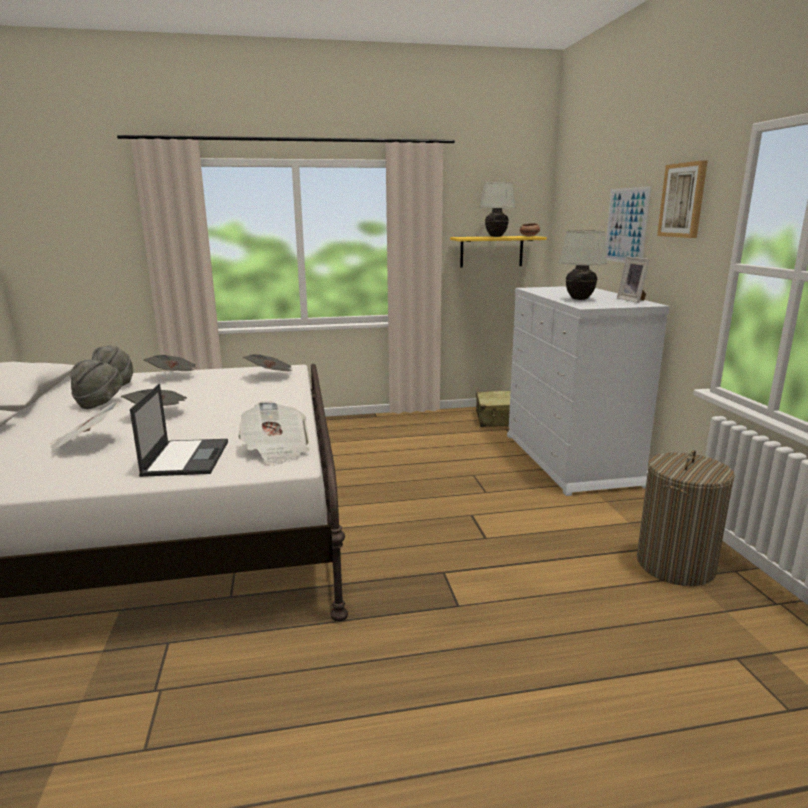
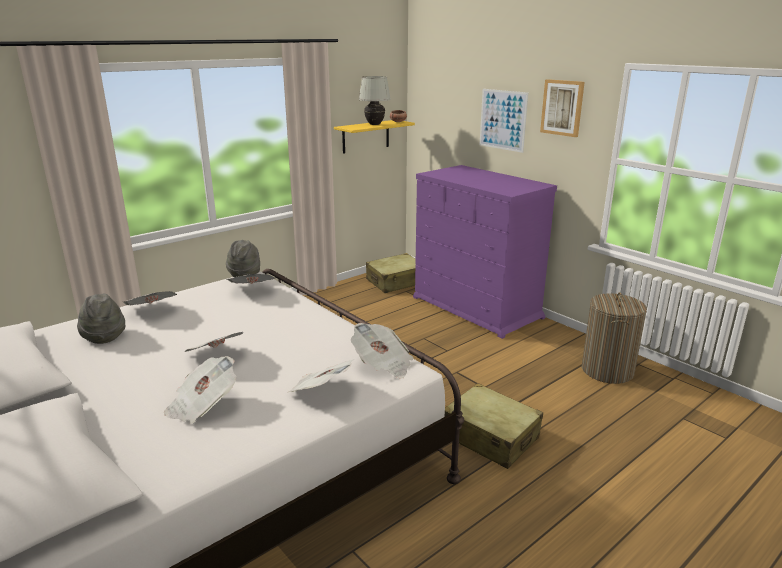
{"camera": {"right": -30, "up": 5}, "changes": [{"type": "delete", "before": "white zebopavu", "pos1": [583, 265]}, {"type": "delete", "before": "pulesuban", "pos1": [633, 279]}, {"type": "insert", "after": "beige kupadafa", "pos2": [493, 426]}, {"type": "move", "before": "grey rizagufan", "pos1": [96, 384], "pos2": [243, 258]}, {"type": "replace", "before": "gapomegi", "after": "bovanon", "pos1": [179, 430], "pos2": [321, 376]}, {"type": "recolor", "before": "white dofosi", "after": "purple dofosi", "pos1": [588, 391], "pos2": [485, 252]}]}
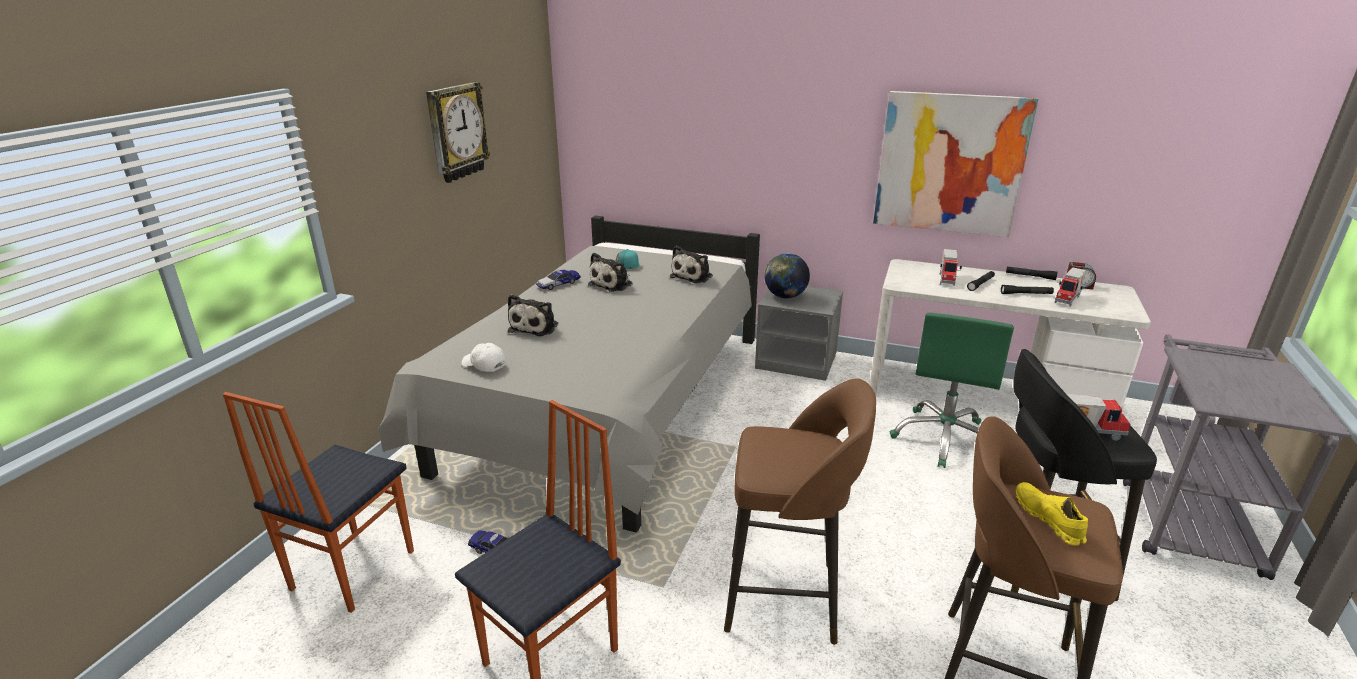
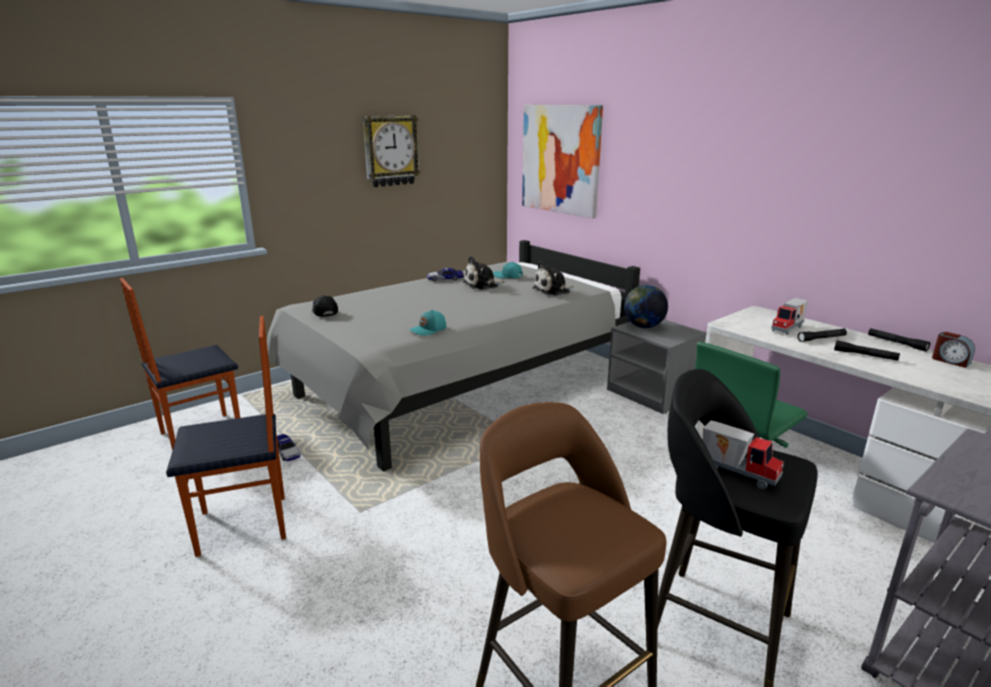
{"camera": {"right": 30, "up": -5}, "changes": [{"type": "delete", "before": "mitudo", "pos1": [533, 315]}, {"type": "delete", "before": "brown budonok", "pos1": [800, 511]}, {"type": "delete", "before": "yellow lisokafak", "pos1": [1052, 514]}, {"type": "delete", "before": "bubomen", "pos1": [1071, 287]}, {"type": "insert", "after": "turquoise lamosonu", "pos2": [428, 323]}, {"type": "move", "before": "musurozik", "pos1": [955, 164], "pos2": [562, 161]}, {"type": "recolor", "before": "white lamosonu", "after": "black lamosonu", "pos1": [484, 357], "pos2": [325, 306]}]}
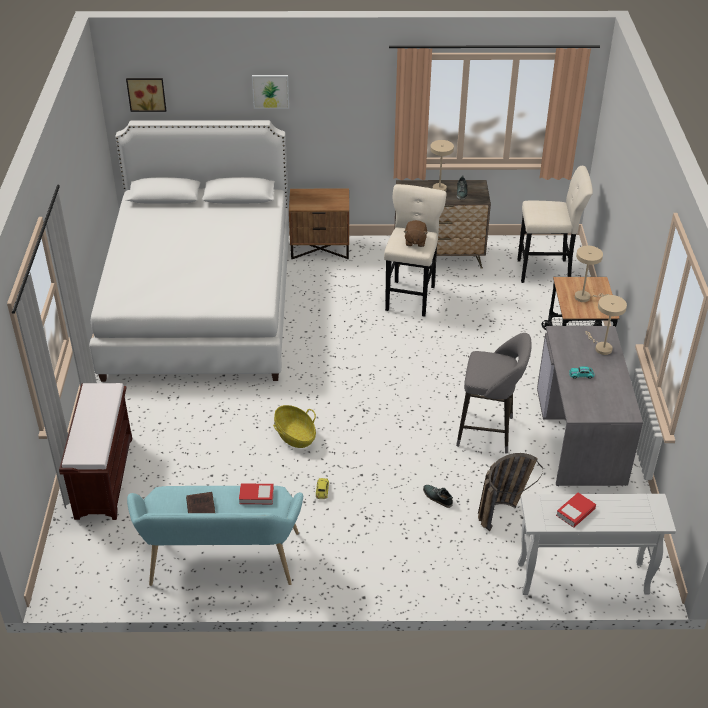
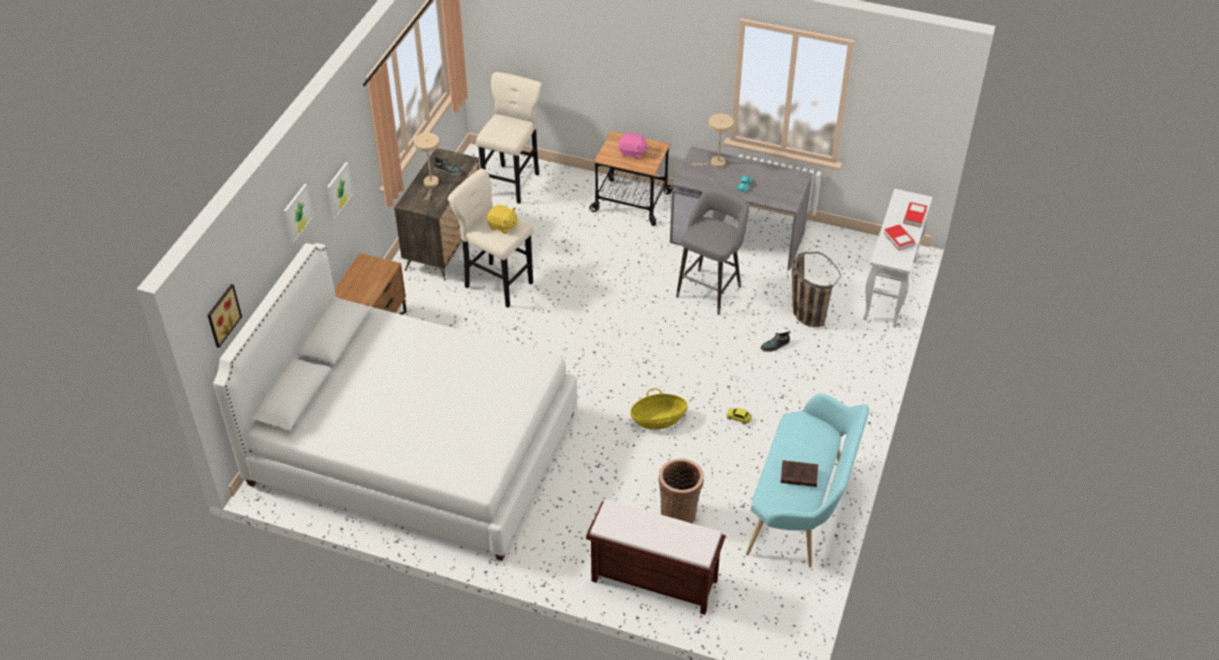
{"camera": {"right": -70, "up": 5}, "changes": [{"type": "insert", "after": "musurozik", "pos2": [340, 190]}, {"type": "insert", "after": "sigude", "pos2": [681, 490]}, {"type": "move", "before": "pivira", "pos1": [256, 493], "pos2": [915, 215]}, {"type": "replace", "before": "beige zebopavu", "after": "pink mitudo", "pos1": [592, 274], "pos2": [634, 146]}, {"type": "recolor", "before": "brown mitudo", "after": "yellow mitudo", "pos1": [416, 233], "pos2": [502, 219]}]}
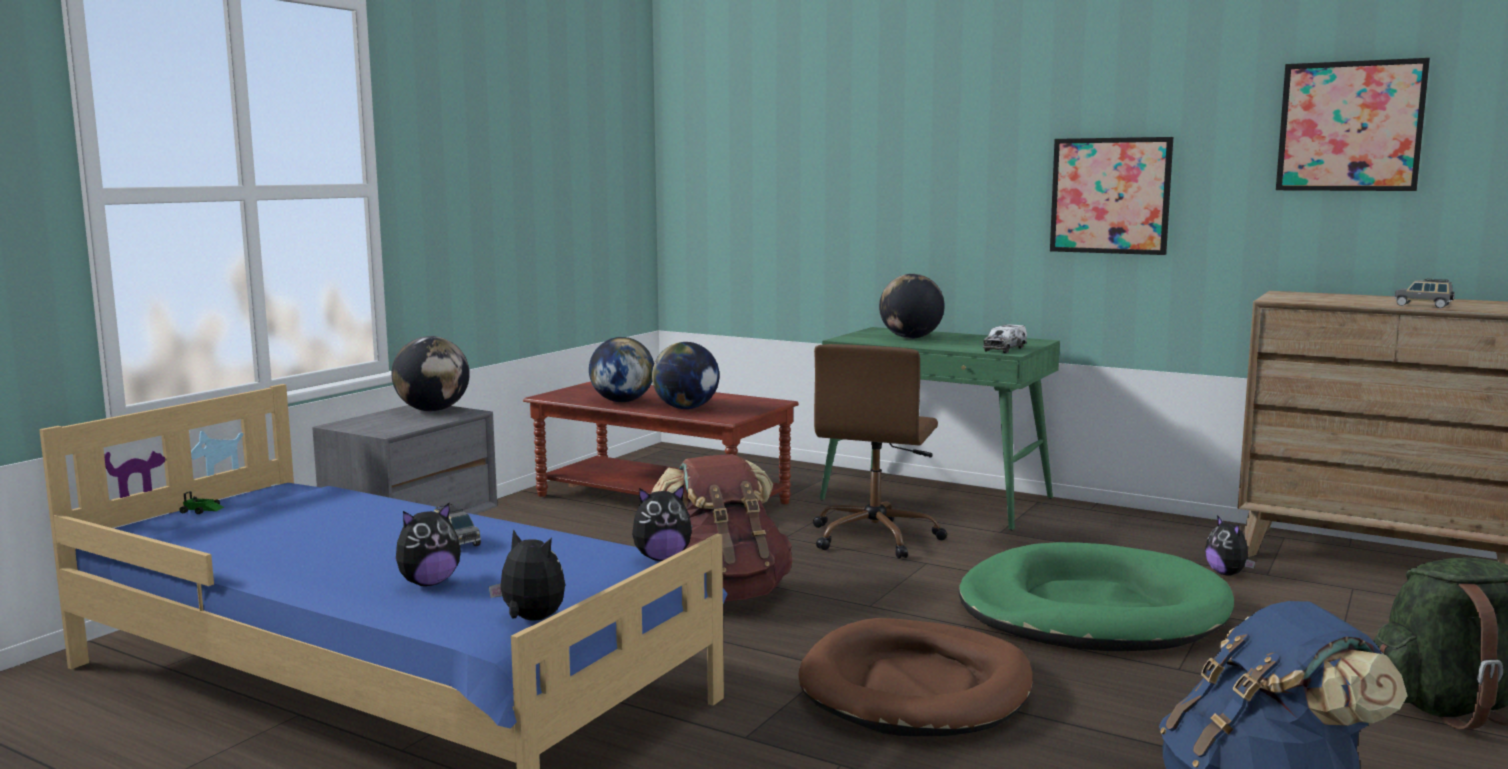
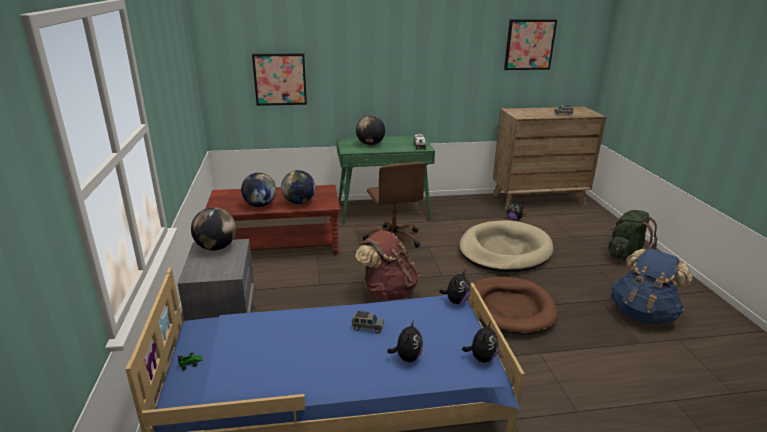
{"camera": {"right": -40, "up": 15}, "changes": [{"type": "move", "before": "musurozik", "pos1": [1111, 196], "pos2": [279, 79]}, {"type": "recolor", "before": "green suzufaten", "after": "beige suzufaten", "pos1": [1096, 596], "pos2": [506, 246]}, {"type": "rotate", "before": "mitudo", "pos1": [527, 574], "pos2": [480, 342], "turn": 120}]}
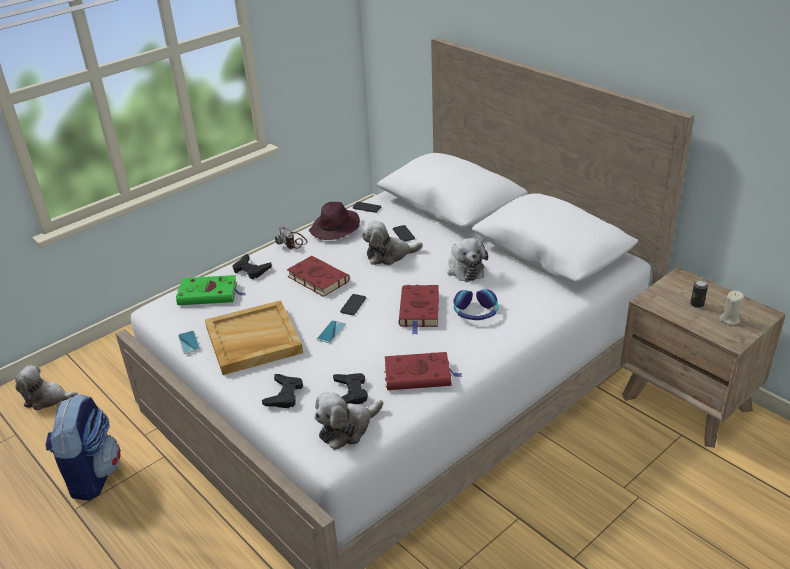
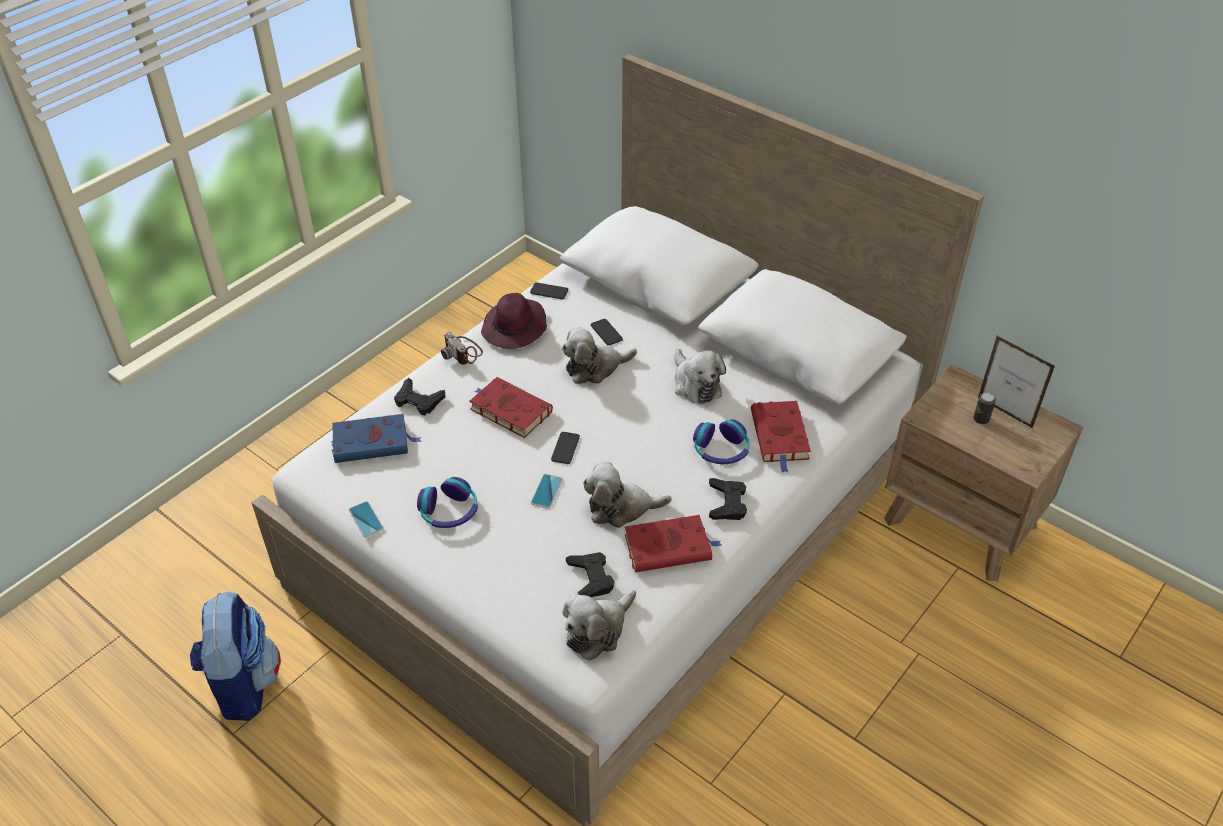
{"camera": {"right": -10, "up": 10}, "changes": [{"type": "delete", "before": "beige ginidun", "pos1": [731, 308]}, {"type": "insert", "after": "pulesuban", "pos2": [1016, 382]}, {"type": "move", "before": "mitudo", "pos1": [46, 388], "pos2": [627, 495]}, {"type": "move", "before": "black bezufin", "pos1": [282, 391], "pos2": [728, 499]}, {"type": "move", "before": "red pivira", "pos1": [419, 309], "pos2": [781, 437]}, {"type": "replace", "before": "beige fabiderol", "after": "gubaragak", "pos1": [254, 337], "pos2": [447, 502]}, {"type": "recolor", "before": "green pivira", "after": "blue pivira", "pos1": [211, 290], "pos2": [376, 438]}]}
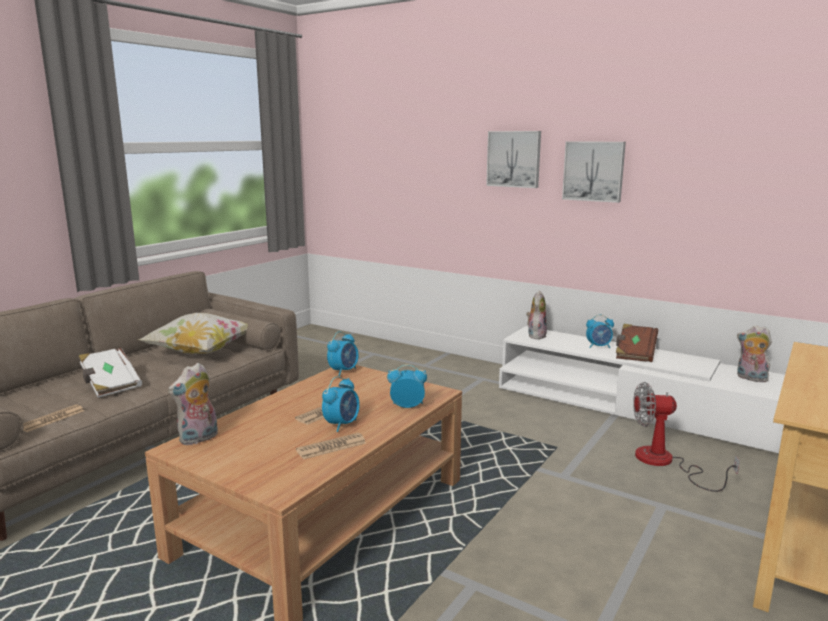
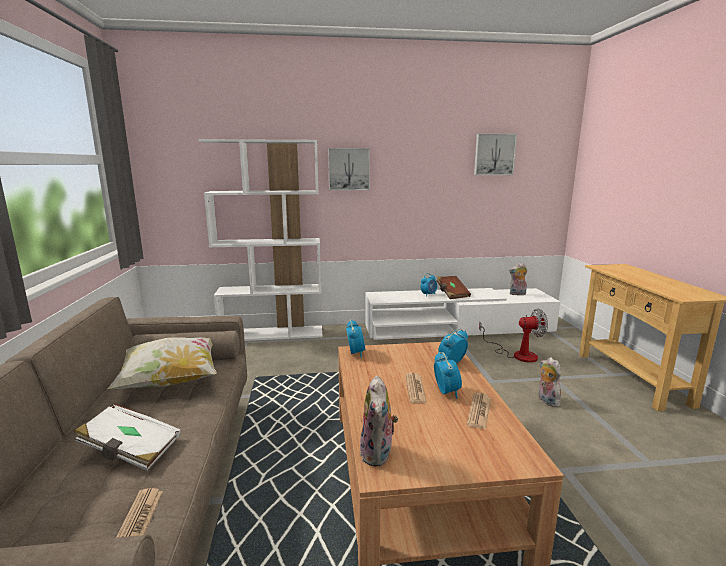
{"camera": {"right": -40, "up": 0}, "changes": [{"type": "insert", "after": "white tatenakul", "pos2": [260, 240]}, {"type": "move", "before": "mitudo", "pos1": [536, 314], "pos2": [550, 382]}, {"type": "move", "before": "musurozik", "pos1": [594, 172], "pos2": [495, 154]}, {"type": "rotate", "before": "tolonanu", "pos1": [686, 437], "pos2": [513, 336], "turn": -150}]}
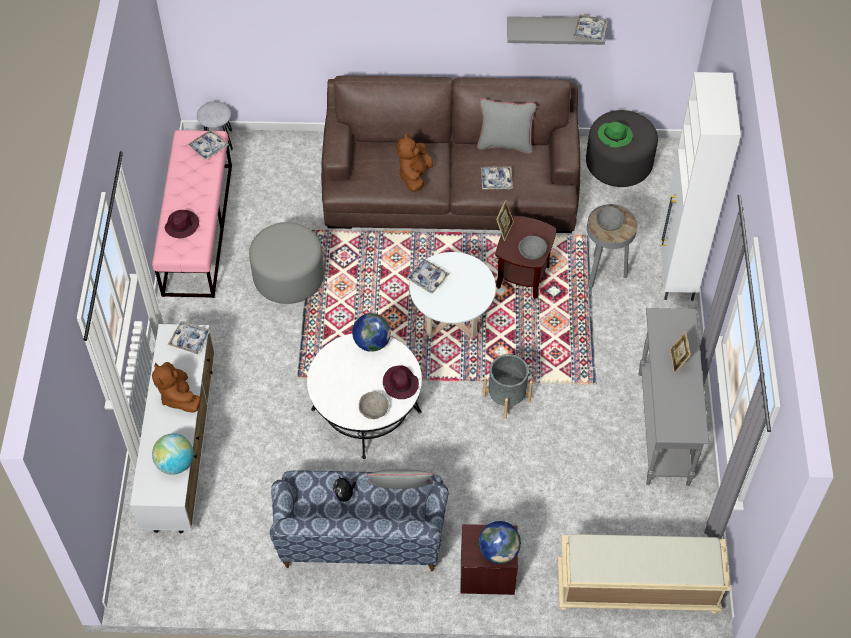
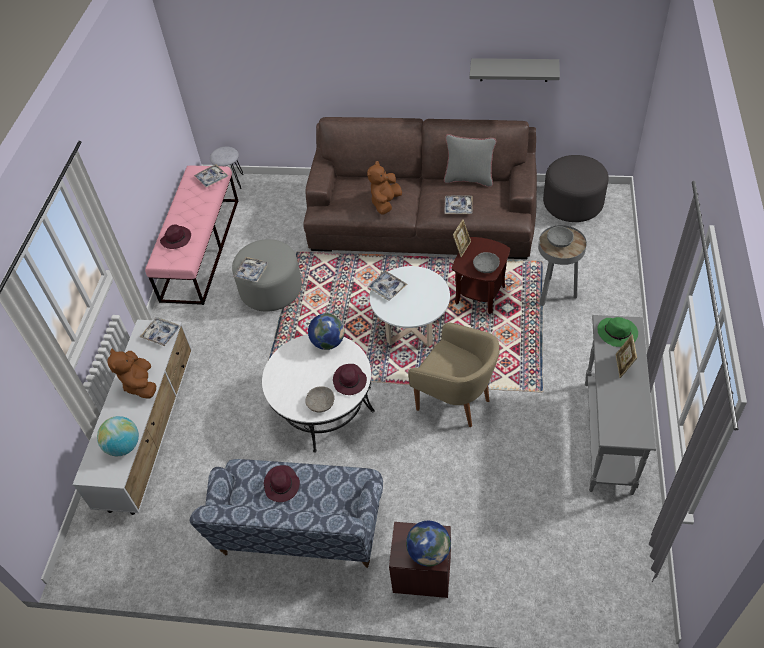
{"camera": {"right": 10, "up": -5}, "changes": [{"type": "delete", "before": "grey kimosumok", "pos1": [400, 479]}, {"type": "delete", "before": "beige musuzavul", "pos1": [644, 574]}, {"type": "delete", "before": "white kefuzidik", "pos1": [700, 186]}, {"type": "move", "before": "fabiderol", "pos1": [590, 27], "pos2": [251, 269]}, {"type": "move", "before": "green rizagufan", "pos1": [615, 134], "pos2": [617, 332]}, {"type": "replace", "before": "mitudo", "after": "purple rizagufan", "pos1": [344, 488], "pos2": [282, 483]}, {"type": "replace", "before": "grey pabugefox", "after": "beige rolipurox", "pos1": [508, 386], "pos2": [453, 374]}]}
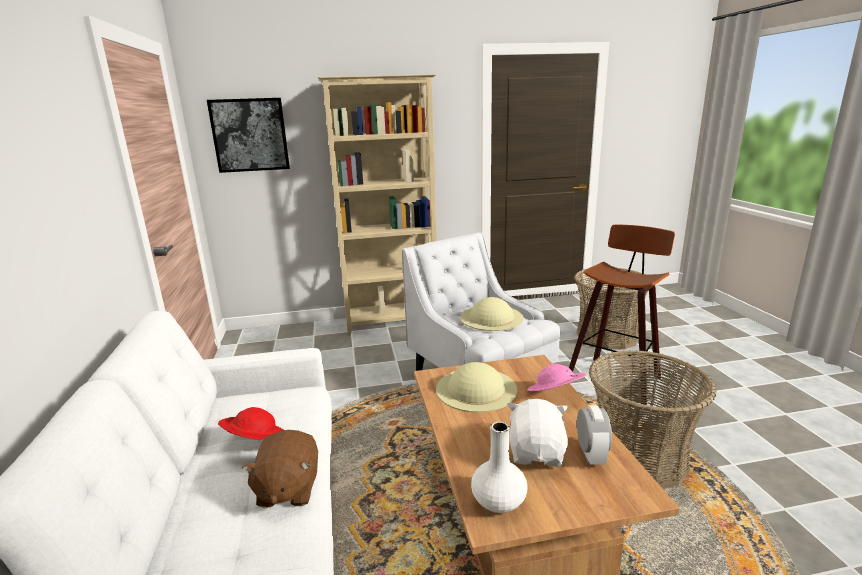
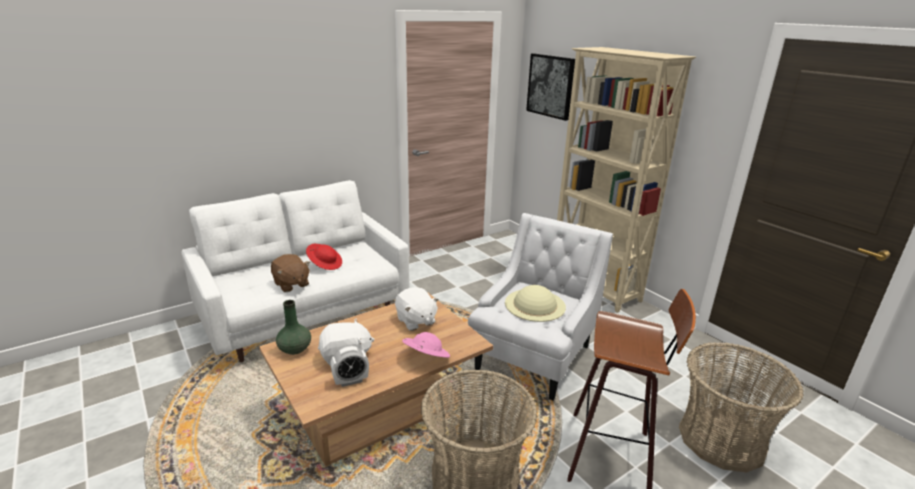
{"camera": {"right": 65, "up": 5}, "changes": [{"type": "replace", "before": "beige rizagufan", "after": "white mitudo", "pos1": [476, 387], "pos2": [417, 309]}, {"type": "recolor", "before": "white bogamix", "after": "green bogamix", "pos1": [499, 467], "pos2": [293, 327]}, {"type": "rotate", "before": "brown mitudo", "pos1": [280, 469], "pos2": [290, 273], "turn": -105}]}
